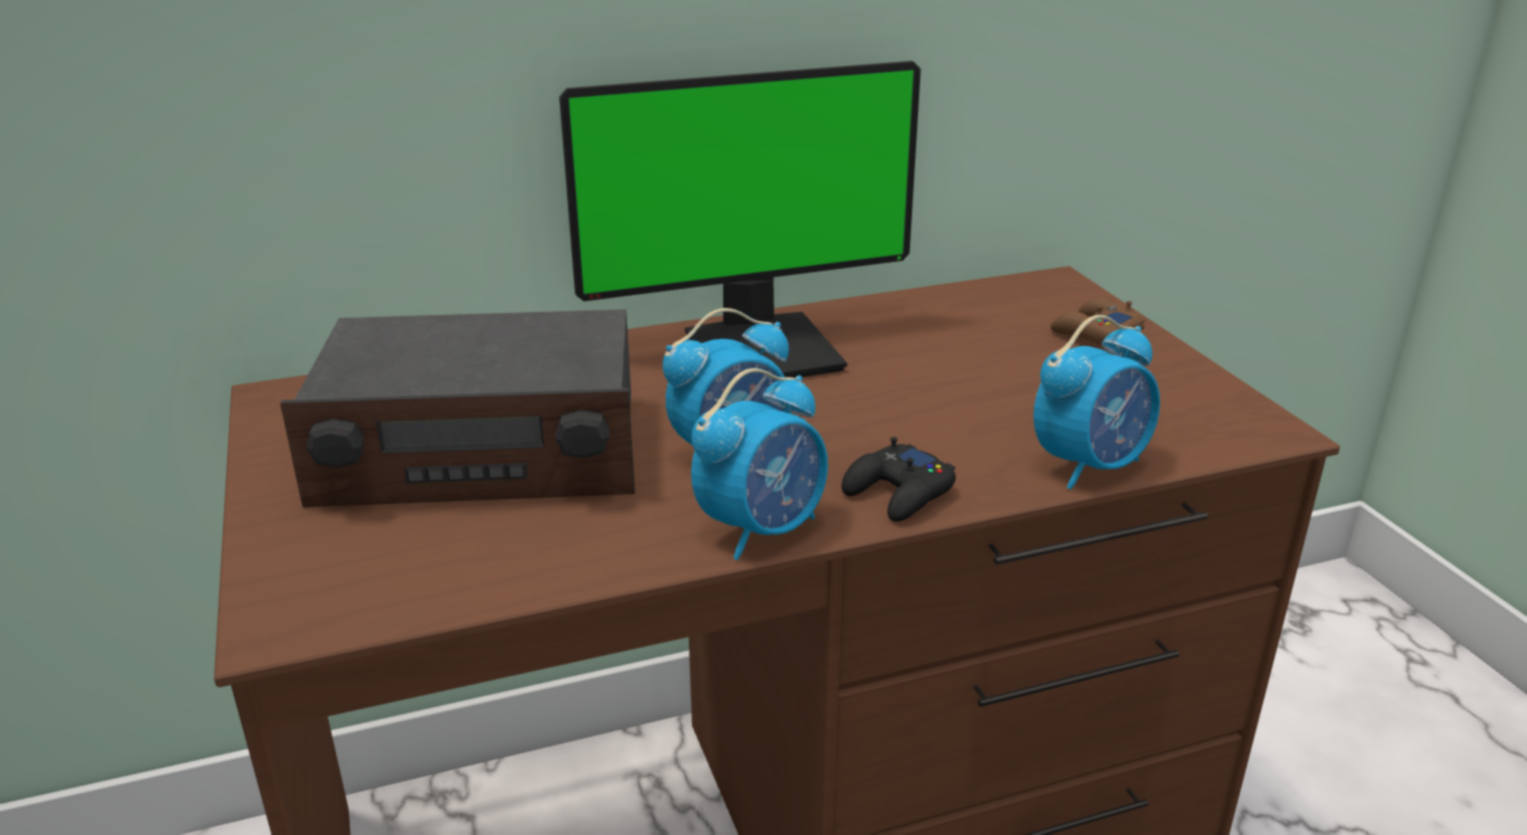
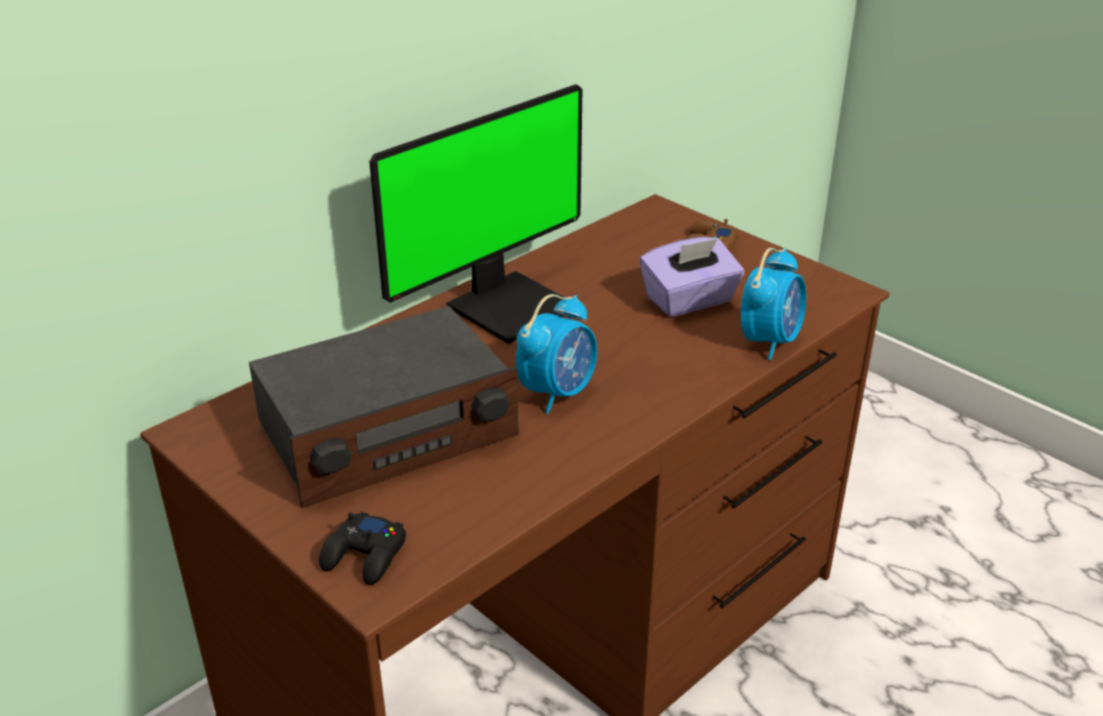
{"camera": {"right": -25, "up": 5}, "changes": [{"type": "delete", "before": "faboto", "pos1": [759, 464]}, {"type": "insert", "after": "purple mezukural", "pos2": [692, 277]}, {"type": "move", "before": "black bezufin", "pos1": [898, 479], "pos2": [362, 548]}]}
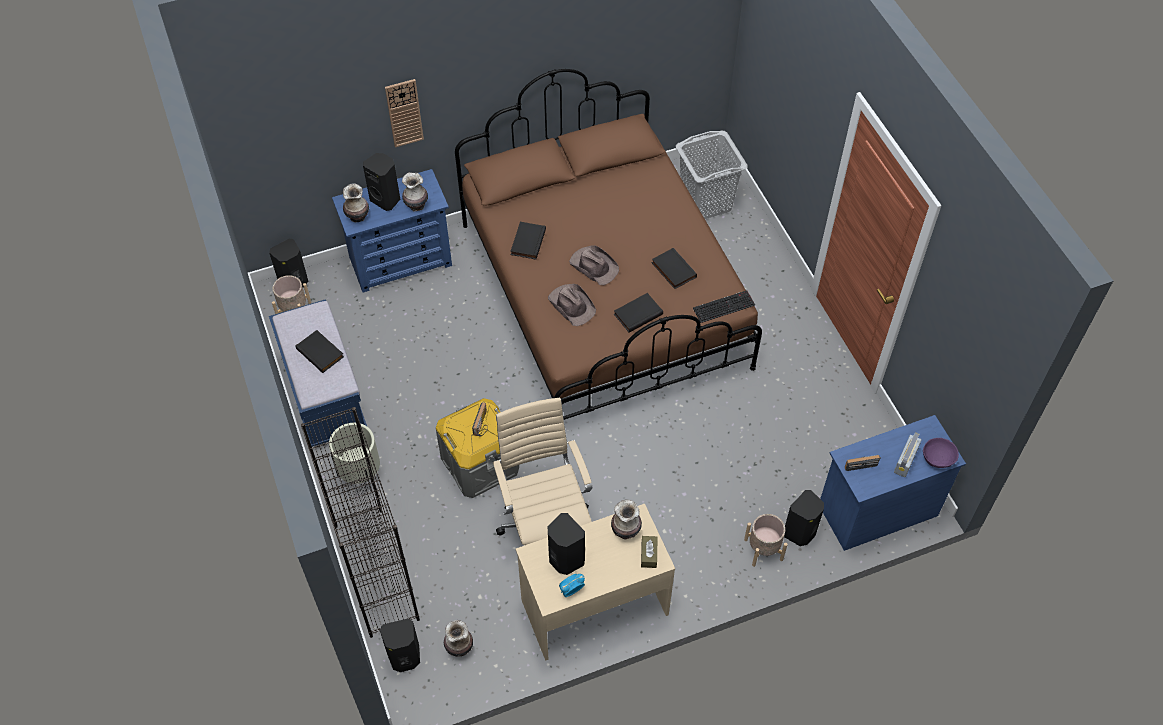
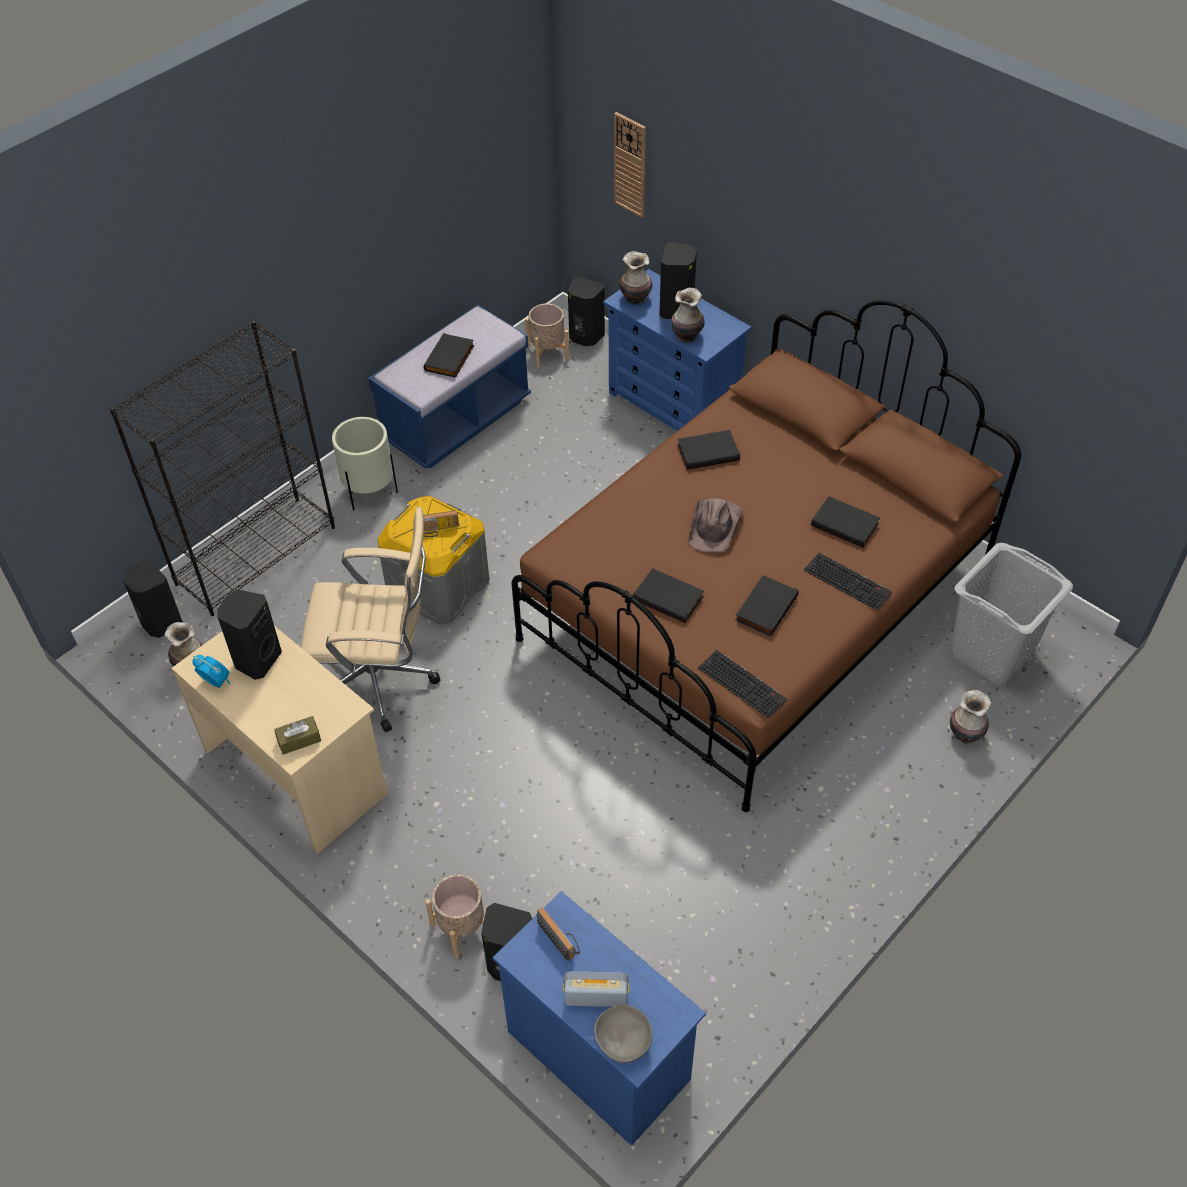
{"camera": {"right": 65, "up": -5}, "changes": [{"type": "delete", "before": "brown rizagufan", "pos1": [572, 305]}, {"type": "insert", "after": "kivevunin", "pos2": [848, 582]}, {"type": "insert", "after": "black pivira", "pos2": [845, 521]}, {"type": "move", "before": "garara", "pos1": [404, 113], "pos2": [630, 165]}, {"type": "move", "before": "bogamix", "pos1": [626, 519], "pos2": [971, 717]}, {"type": "recolor", "before": "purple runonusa", "after": "grey runonusa", "pos1": [941, 453], "pos2": [623, 1034]}, {"type": "rotate", "before": "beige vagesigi", "pos1": [542, 471], "pos2": [370, 619], "turn": 45}]}
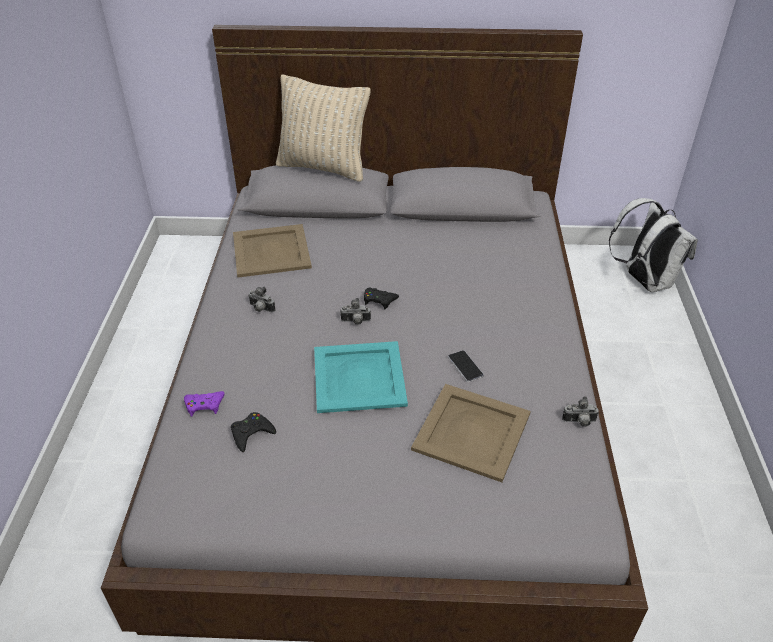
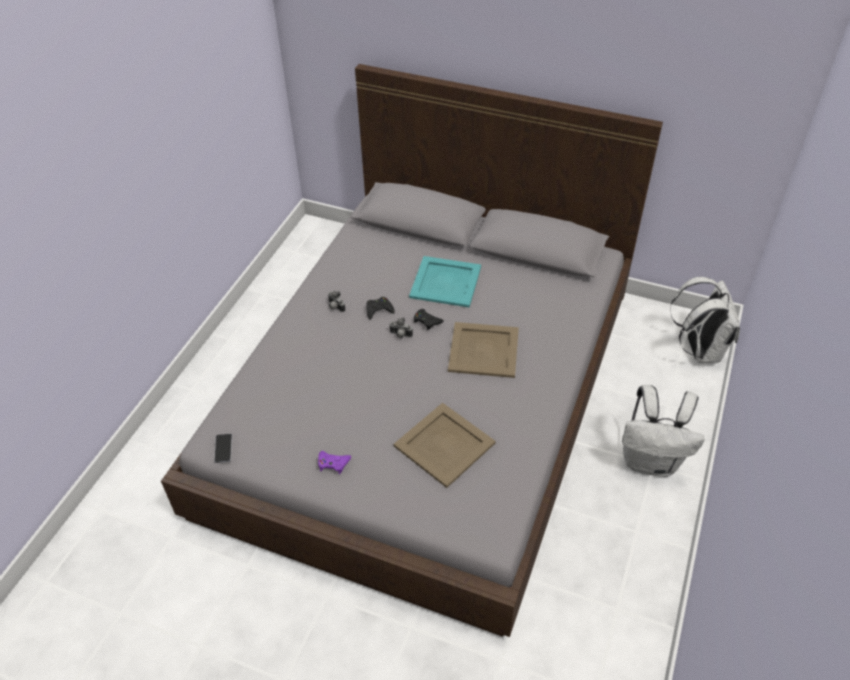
{"camera": {"right": 20, "up": 5}, "changes": [{"type": "delete", "before": "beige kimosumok", "pos1": [323, 128]}, {"type": "delete", "before": "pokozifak", "pos1": [580, 411]}, {"type": "insert", "after": "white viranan", "pos2": [663, 431]}, {"type": "move", "before": "purple bezufin", "pos1": [204, 403], "pos2": [334, 462]}, {"type": "move", "before": "black bezufin", "pos1": [253, 432], "pos2": [380, 308]}, {"type": "move", "before": "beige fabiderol", "pos1": [272, 251], "pos2": [483, 350]}, {"type": "move", "before": "turquoise fabiderol", "pos1": [361, 377], "pos2": [445, 282]}, {"type": "move", "before": "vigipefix", "pos1": [466, 366], "pos2": [223, 448]}]}
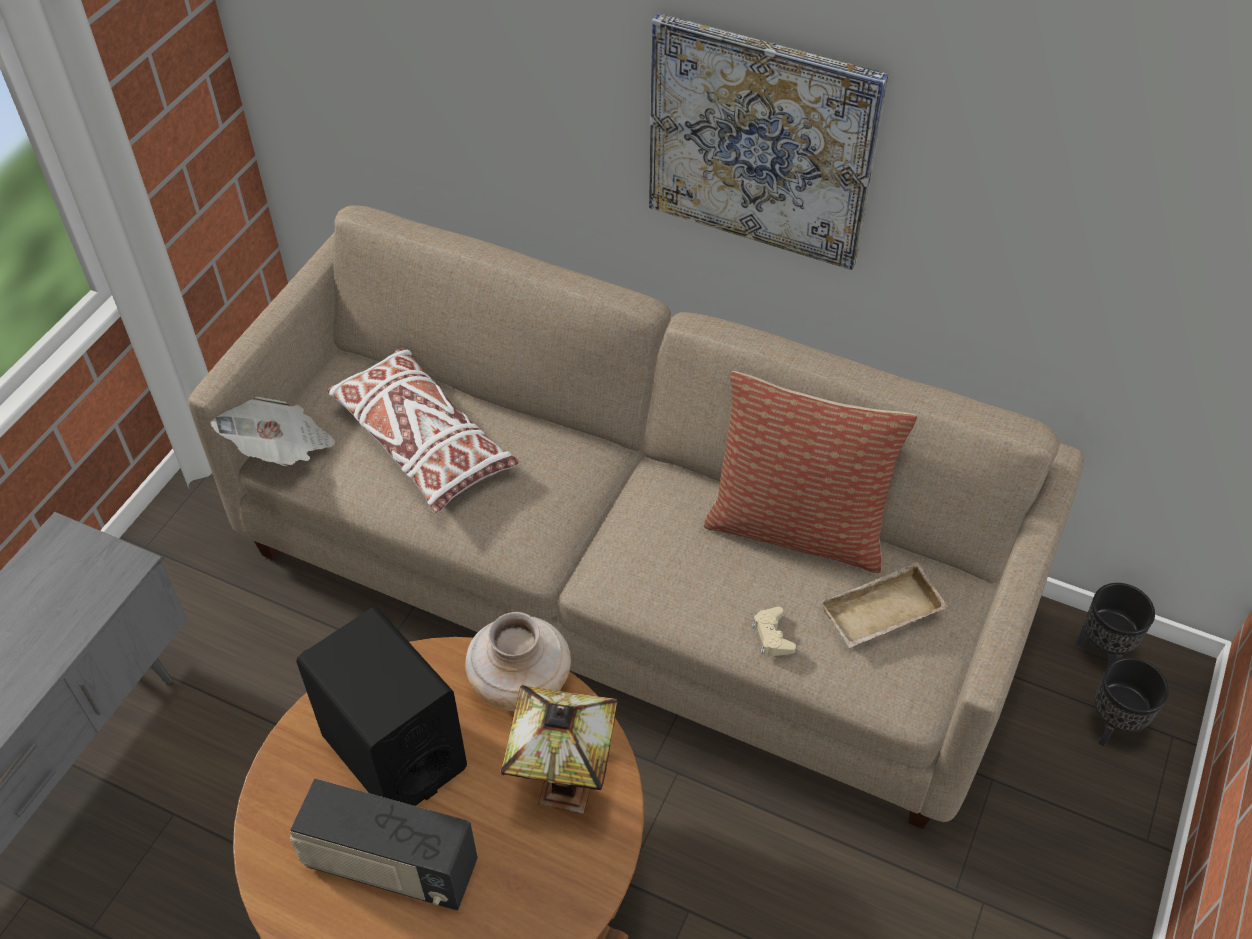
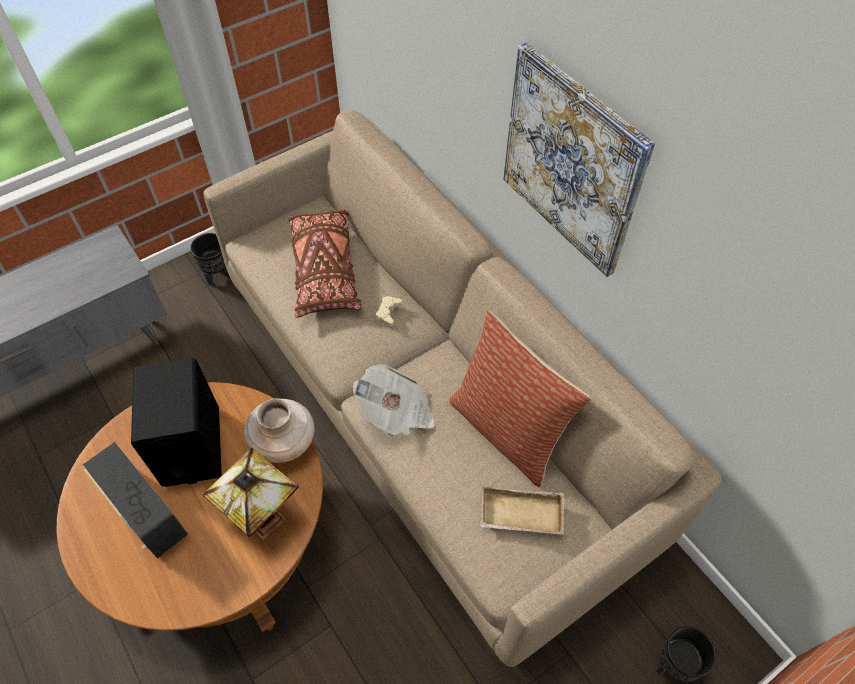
{"camera": {"right": 30, "up": 5}, "changes": [{"type": "move", "before": "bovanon", "pos1": [272, 431], "pos2": [394, 400]}, {"type": "move", "before": "beige bezufin", "pos1": [774, 631], "pos2": [388, 311]}, {"type": "move", "before": "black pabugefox", "pos1": [1115, 626], "pos2": [208, 259]}, {"type": "recolor", "before": "white kimosumok", "after": "brown kimosumok", "pos1": [423, 430], "pos2": [325, 263]}]}
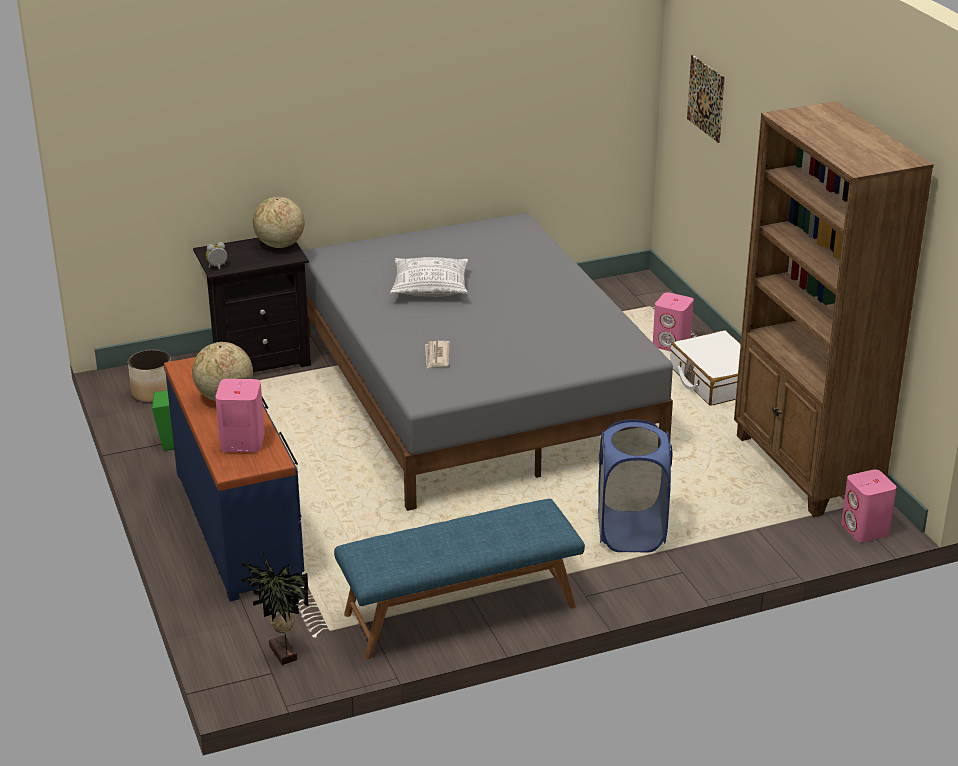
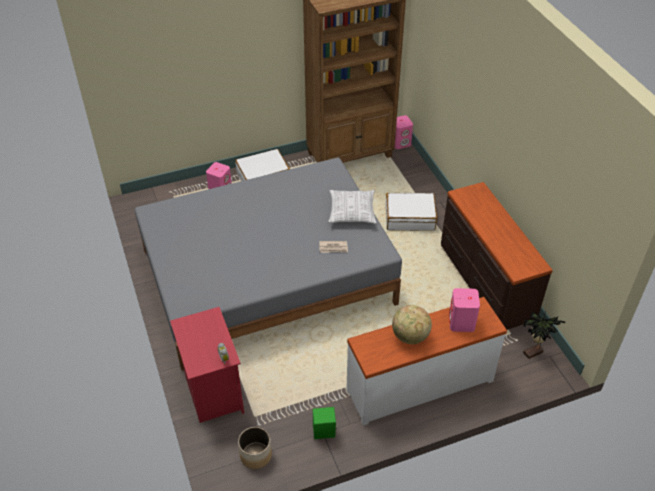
{"camera": {"right": -90, "up": 15}, "changes": [{"type": "delete", "before": "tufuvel", "pos1": [278, 222]}, {"type": "delete", "before": "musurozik", "pos1": [706, 99]}, {"type": "move", "before": "kimosumok", "pos1": [429, 277], "pos2": [352, 207]}, {"type": "replace", "before": "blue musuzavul", "after": "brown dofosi", "pos1": [459, 579], "pos2": [497, 256]}, {"type": "replace", "before": "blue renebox", "after": "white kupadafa", "pos1": [635, 486], "pos2": [411, 212]}, {"type": "recolor", "before": "blue dofosi", "after": "white dofosi", "pos1": [234, 479], "pos2": [426, 361]}, {"type": "recolor", "before": "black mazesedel", "after": "red mazesedel", "pos1": [252, 305], "pos2": [207, 365]}]}
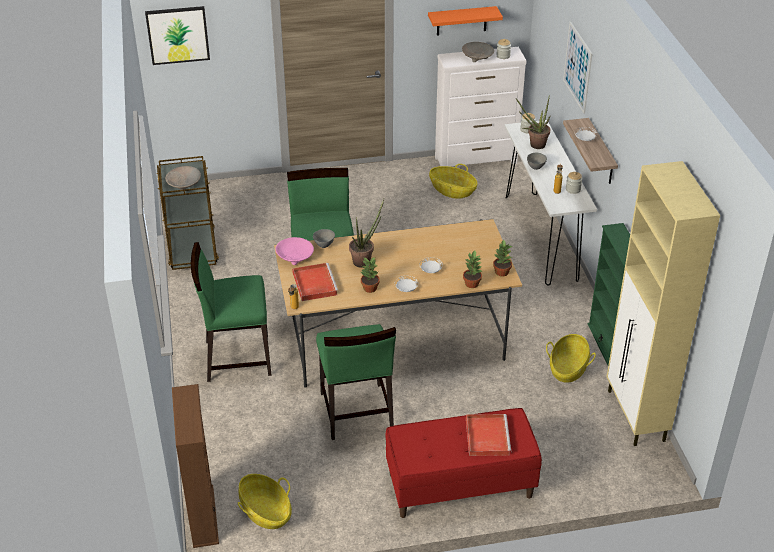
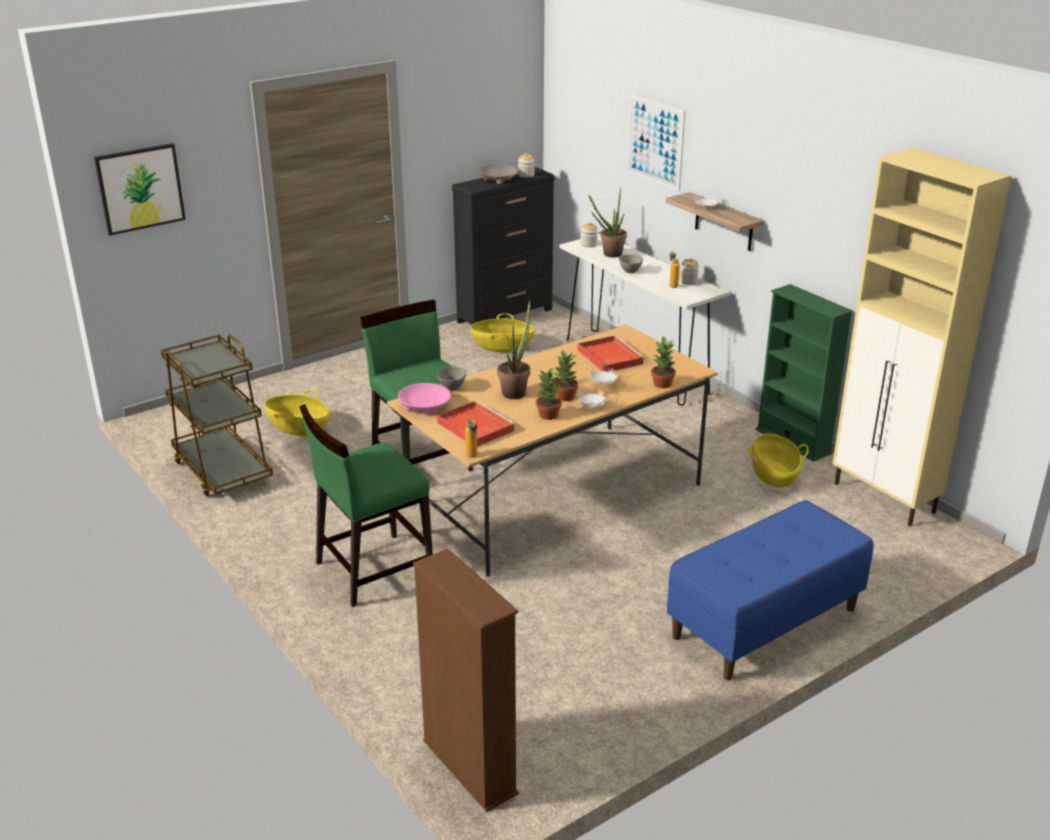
{"camera": {"right": -25, "up": -10}, "changes": [{"type": "delete", "before": "beige runonusa", "pos1": [183, 178]}, {"type": "delete", "before": "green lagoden", "pos1": [356, 382]}, {"type": "delete", "before": "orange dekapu", "pos1": [465, 21]}, {"type": "move", "before": "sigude", "pos1": [265, 501], "pos2": [297, 413]}, {"type": "move", "before": "red fabiderol", "pos1": [488, 435], "pos2": [611, 353]}, {"type": "move", "before": "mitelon", "pos1": [502, 258], "pos2": [565, 375]}, {"type": "recolor", "before": "red musuzavul", "after": "blue musuzavul", "pos1": [463, 463], "pos2": [770, 590]}, {"type": "recolor", "before": "white dofosi", "after": "black dofosi", "pos1": [481, 107], "pos2": [503, 245]}]}
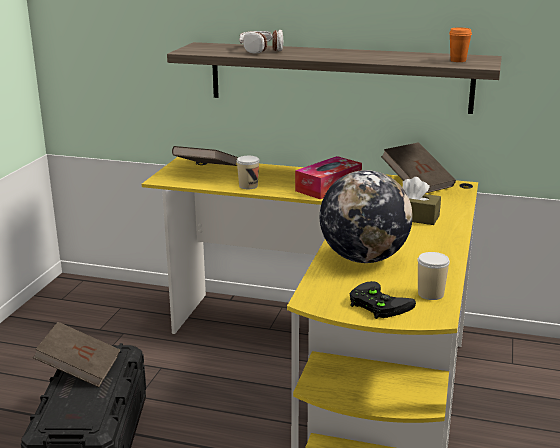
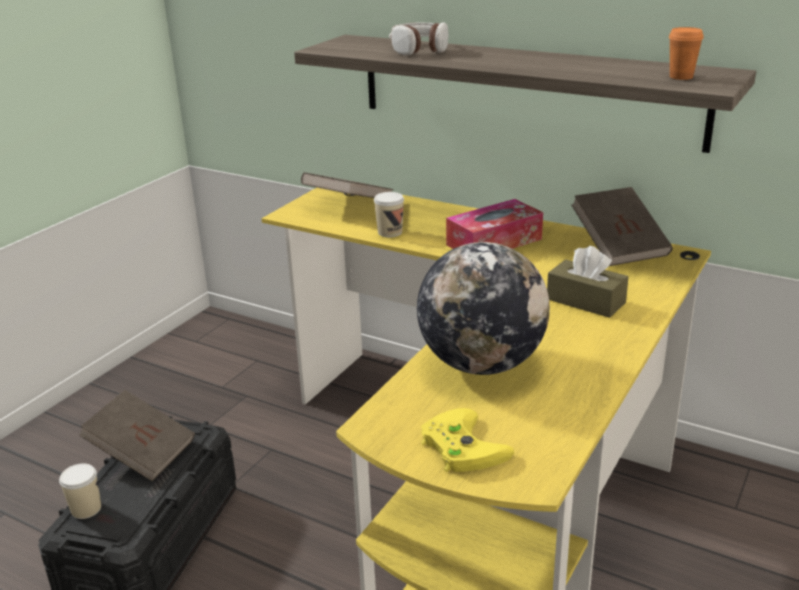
{"camera": {"right": 15, "up": 5}, "changes": [{"type": "move", "before": "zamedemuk", "pos1": [434, 276], "pos2": [80, 491]}, {"type": "recolor", "before": "black bezufin", "after": "yellow bezufin", "pos1": [382, 300], "pos2": [467, 440]}]}
